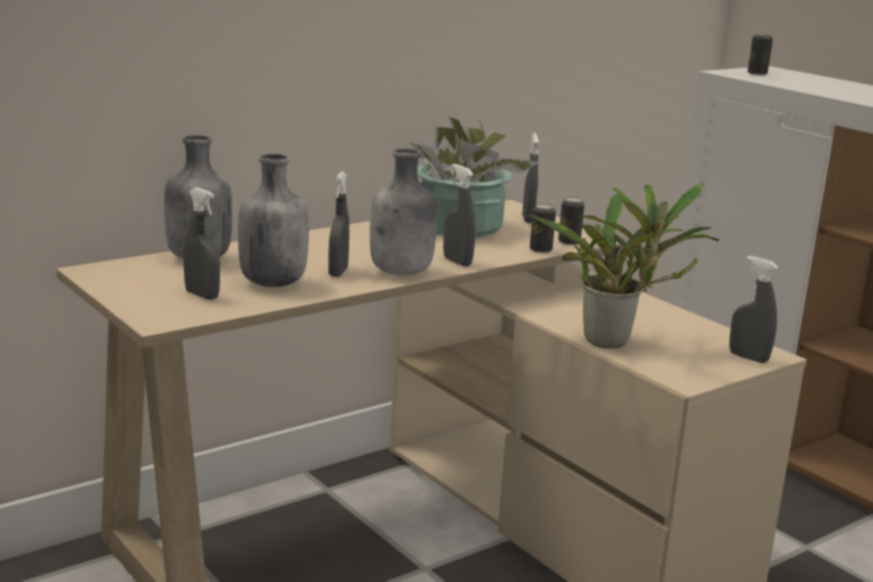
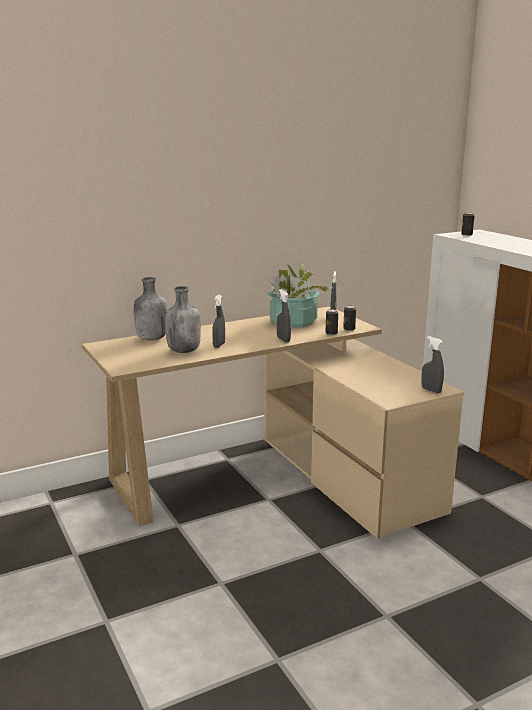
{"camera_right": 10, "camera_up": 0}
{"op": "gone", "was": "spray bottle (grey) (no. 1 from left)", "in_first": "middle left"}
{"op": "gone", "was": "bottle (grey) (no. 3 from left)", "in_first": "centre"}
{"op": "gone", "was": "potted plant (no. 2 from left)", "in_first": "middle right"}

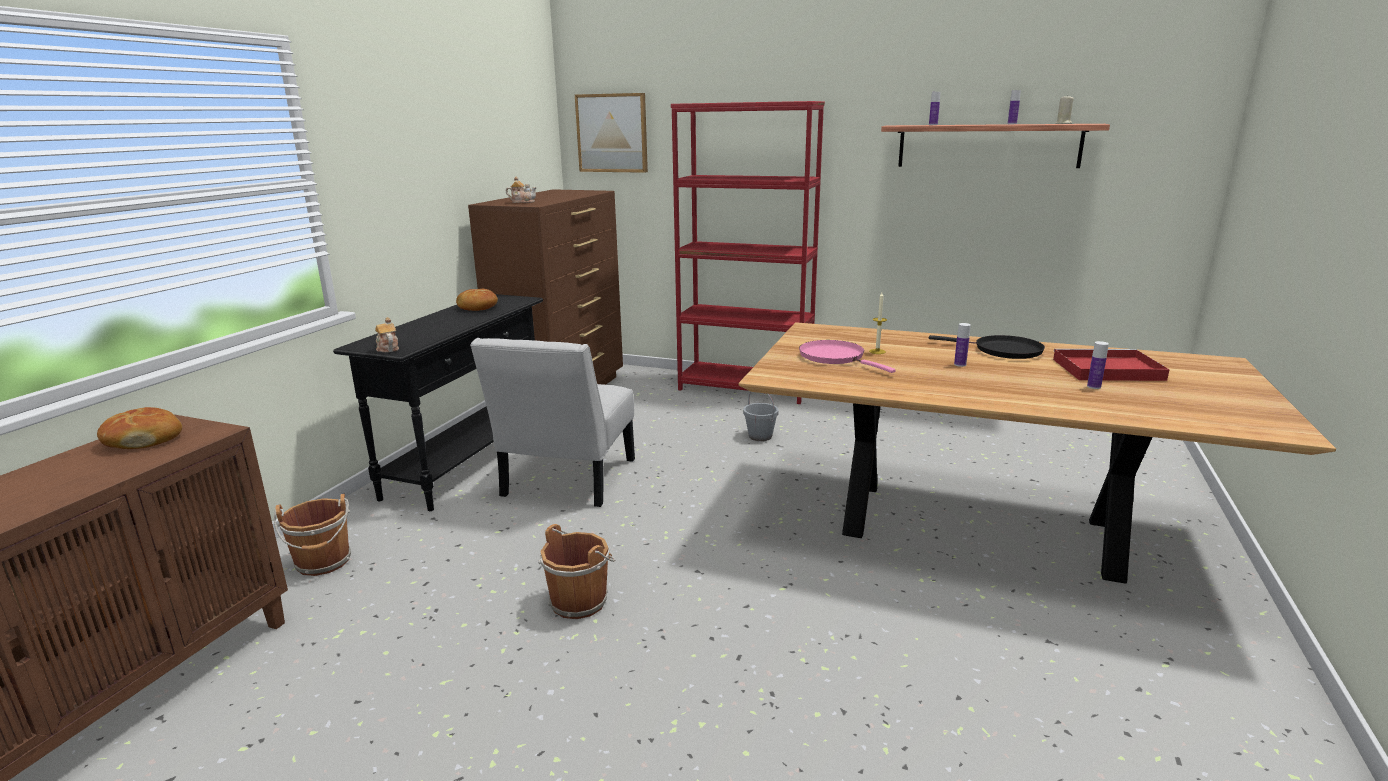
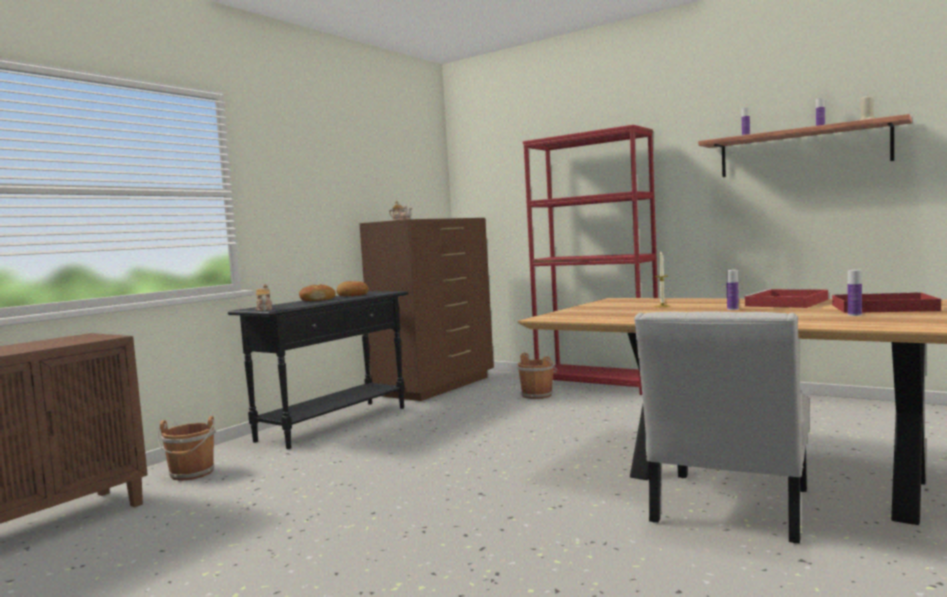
{"camera_right": 15, "camera_up": -15}
{"op": "shifted", "was": "bread (no. 1 from left)", "in_first": "middle left", "in_second": "centre"}
{"op": "shifted", "was": "chair (white)", "in_first": "centre", "in_second": "bottom right"}
{"op": "shifted", "was": "bucket (brown) (no. 2 from left)", "in_first": "bottom centre", "in_second": "centre"}
{"op": "gone", "was": "picture", "in_first": "top centre"}
{"op": "gone", "was": "bucket (grey)", "in_first": "centre"}
{"op": "gone", "was": "frying pan (pink)", "in_first": "centre"}
{"op": "swapped", "was": "frying pan (black)", "now": "tray (red) (no. 1 from left)", "in_first": "middle right", "in_second": "middle right"}

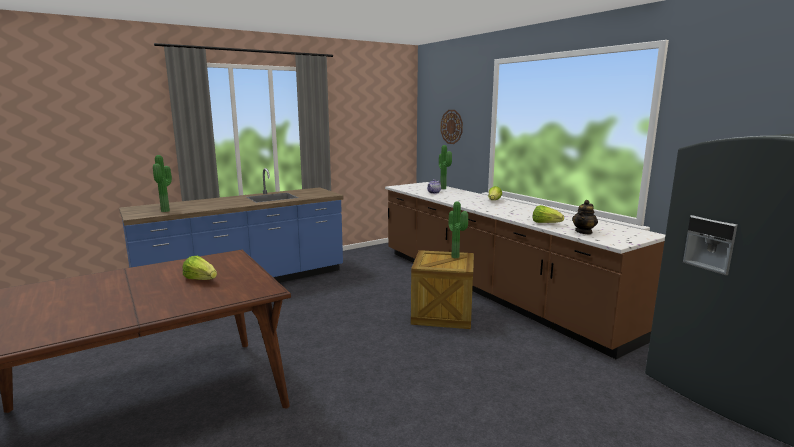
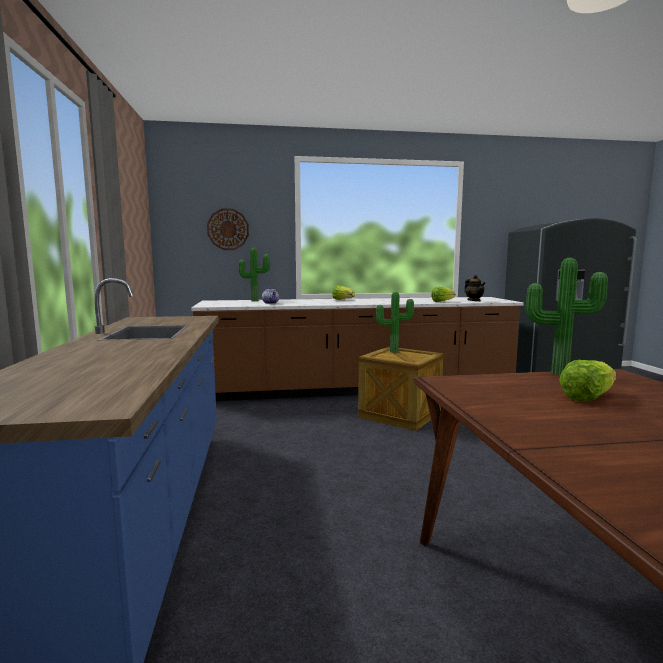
{"camera_right": -65, "camera_up": -5}
{"op": "shifted", "was": "potted plant (no. 1 from left in the first image)", "now": "potted plant (no. 3 from left)", "in_first": "middle left", "in_second": "middle right"}

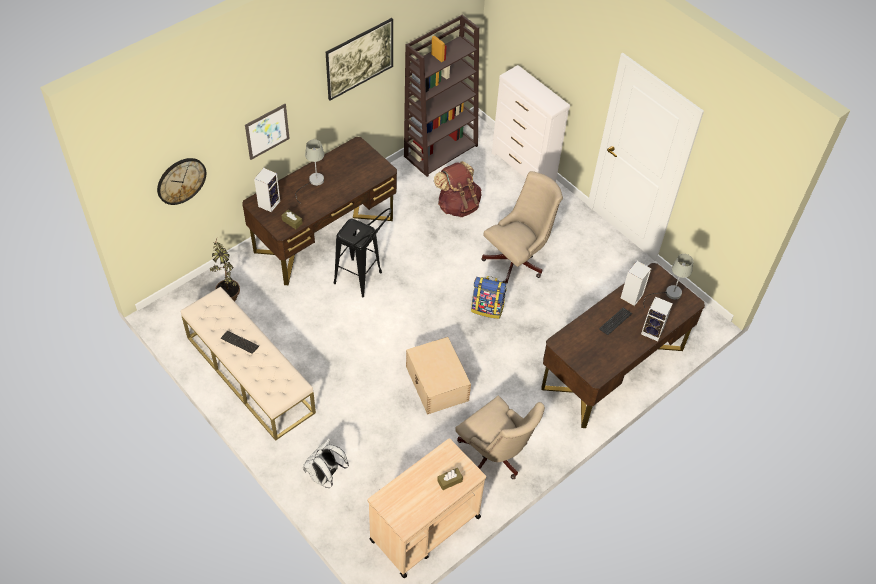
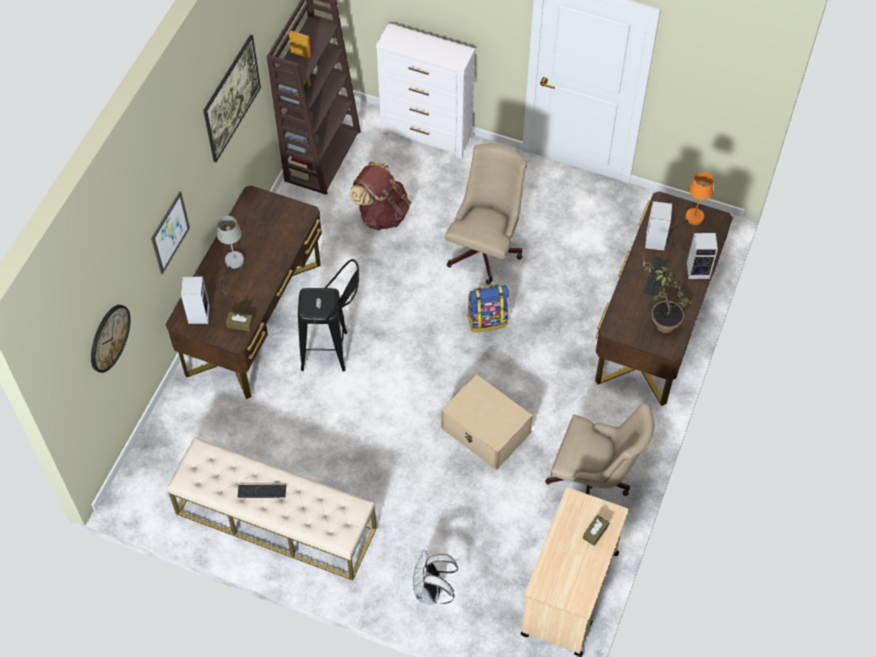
{"camera_right": -25, "camera_up": 5}
{"op": "shifted", "was": "potted plant", "in_first": "middle left", "in_second": "middle right"}
{"op": "repainted", "was": "table lamp (grey) (no. 2 from left)", "now": "table lamp (orange)", "in_first": "middle right", "in_second": "top right"}

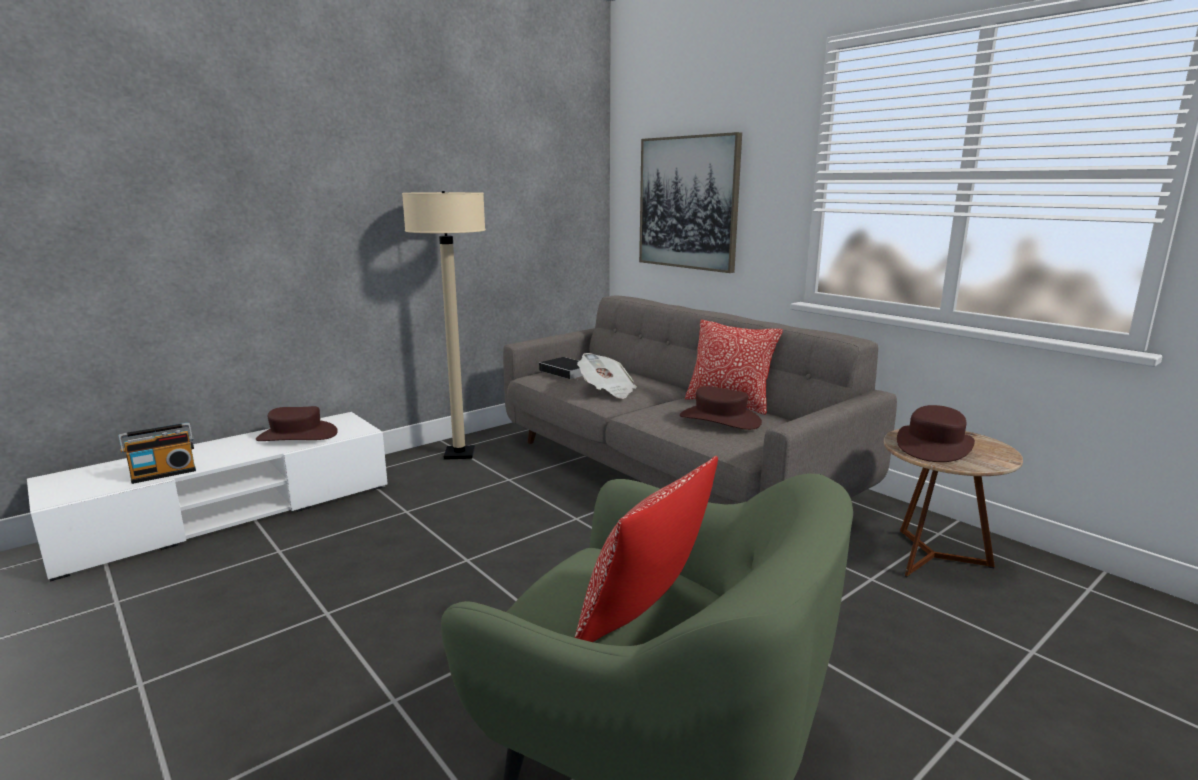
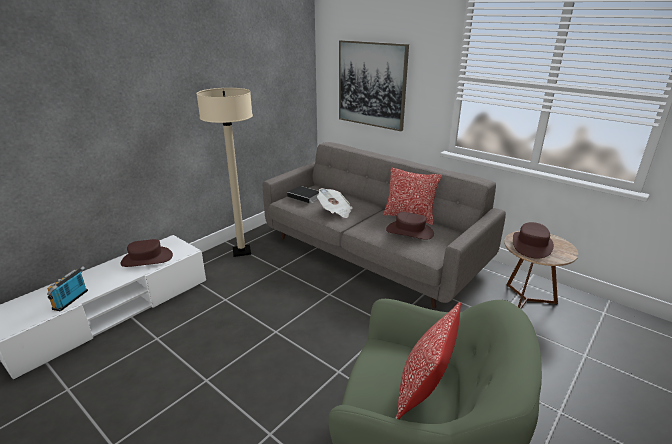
{"camera_right": -10, "camera_up": 10}
{"op": "rotated", "was": "radio", "in_first": "middle left", "in_second": "middle left", "clockwise": 150}

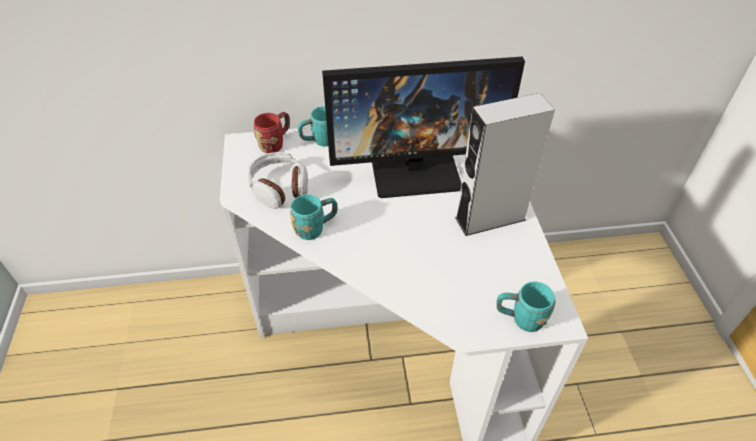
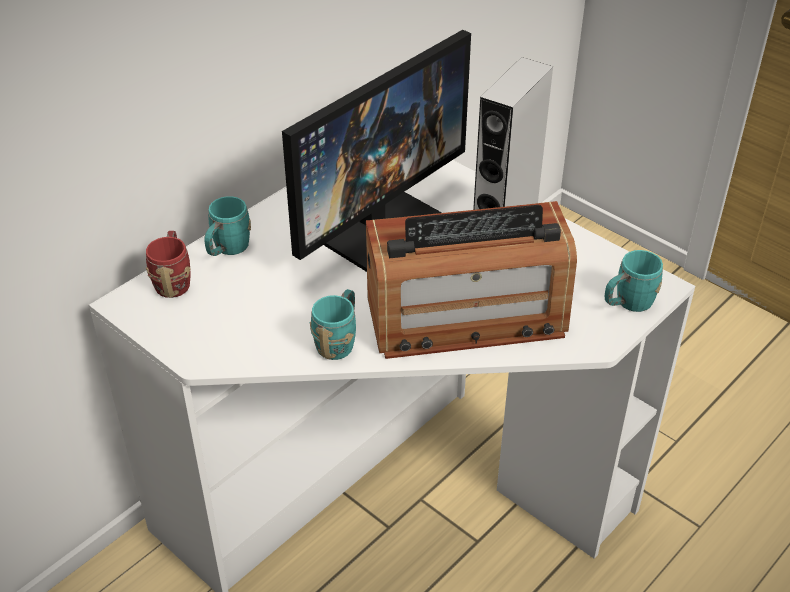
{"camera_right": -40, "camera_up": -5}
{"op": "gone", "was": "headphones", "in_first": "centre"}
{"op": "new", "now": "radio", "in_second": "centre"}

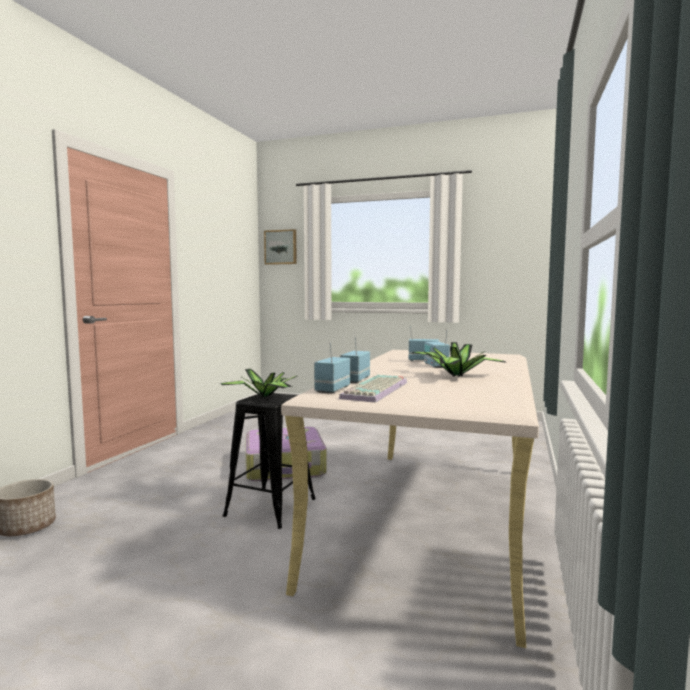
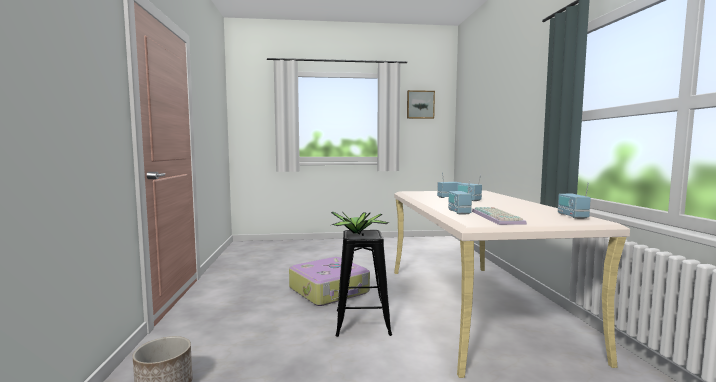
{"camera_right": -25, "camera_up": 0}
{"op": "shifted", "was": "picture", "in_first": "centre", "in_second": "top centre"}
{"op": "shifted", "was": "radio (no. 1 from left in the first image)", "now": "radio (no. 4 from left)", "in_first": "centre", "in_second": "middle right"}
{"op": "gone", "was": "potted plant (no. 2 from left)", "in_first": "centre"}

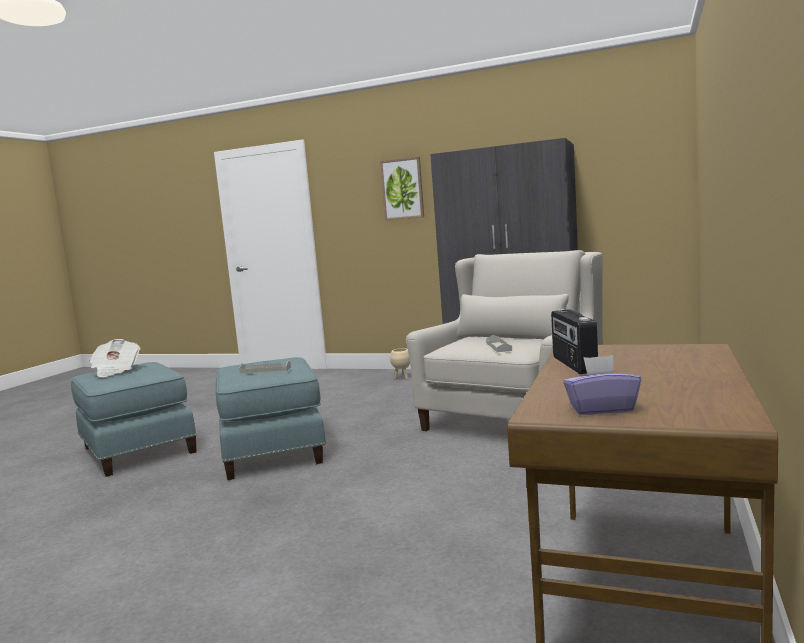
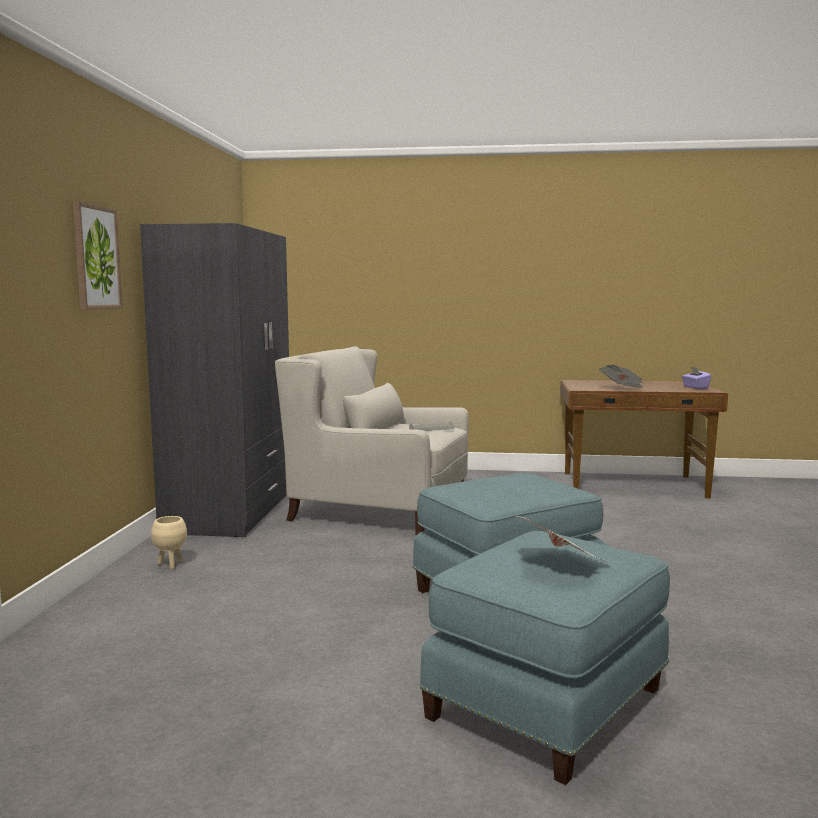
{"camera_right": -105, "camera_up": 0}
{"op": "gone", "was": "tray (grey) (no. 1 from left)", "in_first": "middle left"}
{"op": "swapped", "was": "radio", "now": "newspaper (no. 2 from left)", "in_first": "middle right", "in_second": "middle right"}

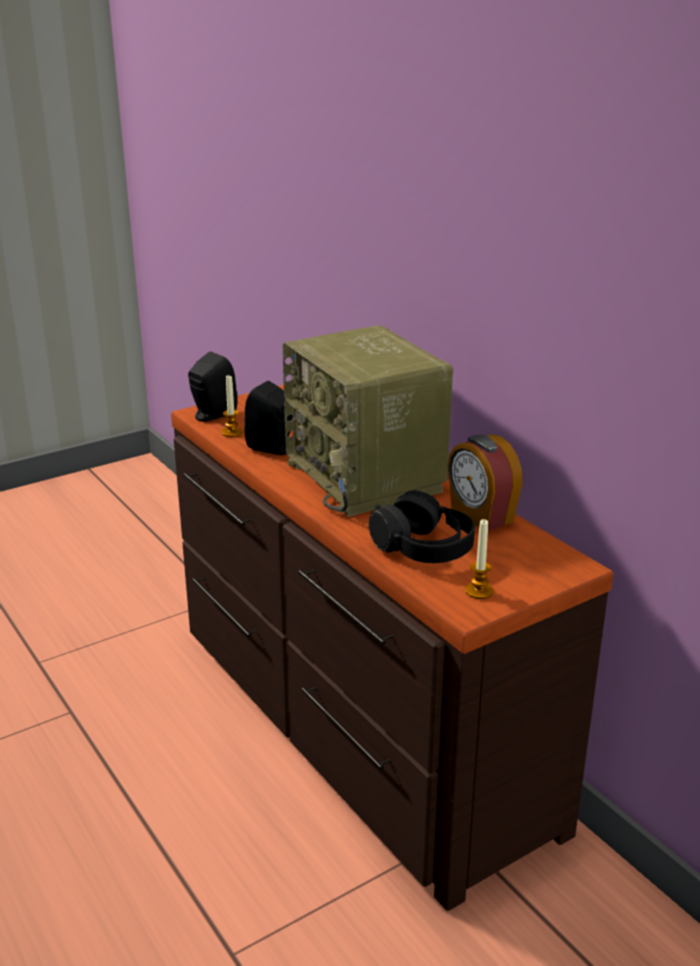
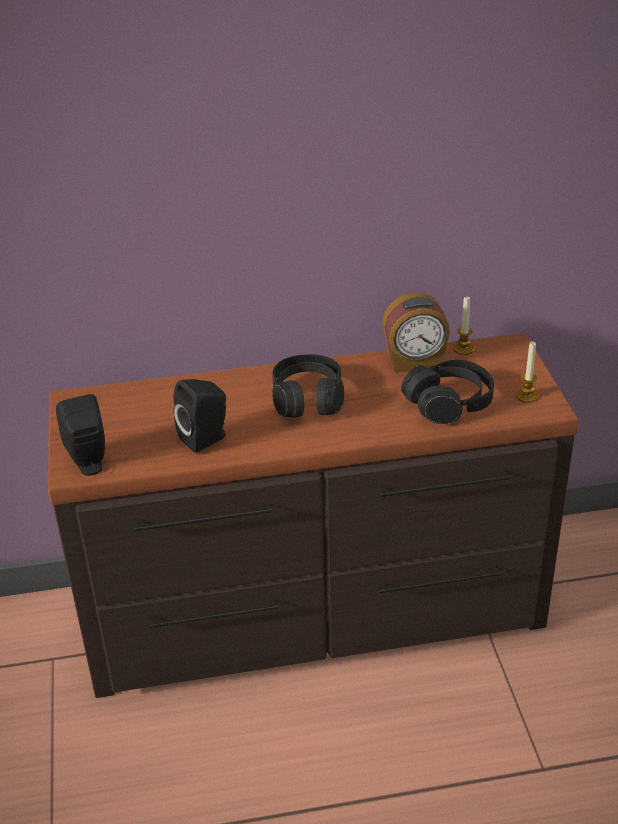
{"camera_right": -65, "camera_up": 10}
{"op": "shifted", "was": "candle (no. 1 from left)", "in_first": "middle left", "in_second": "middle right"}
{"op": "swapped", "was": "radio", "now": "headphones (black) (no. 1 from left)", "in_first": "centre", "in_second": "centre"}

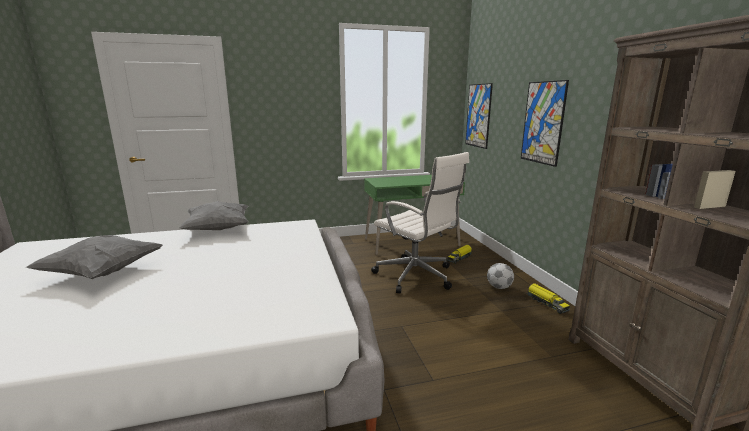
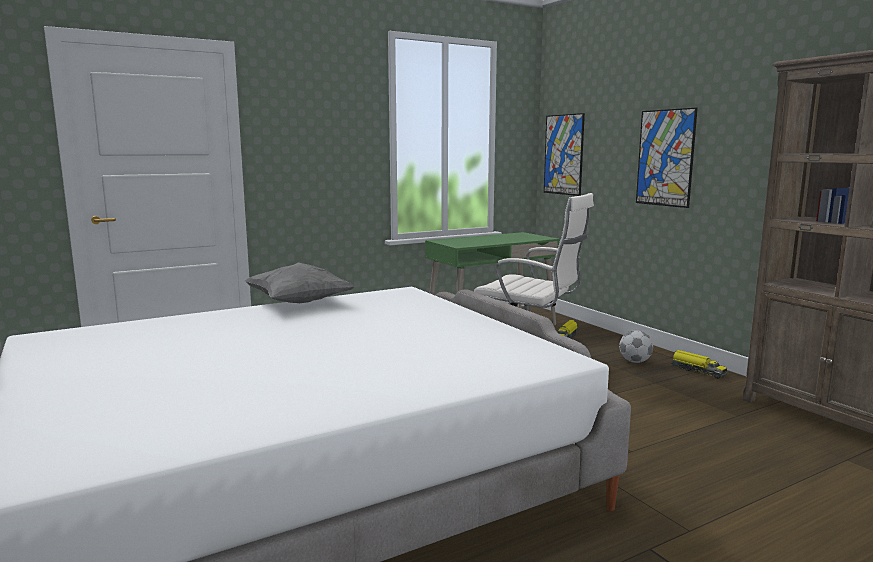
{"camera_right": -15, "camera_up": -5}
{"op": "gone", "was": "pillow (grey) (no. 1 from left)", "in_first": "middle left"}

